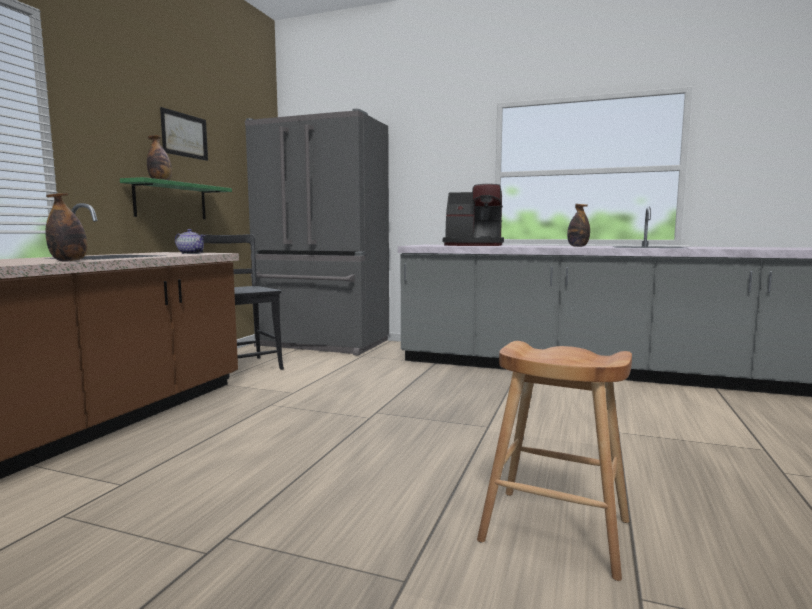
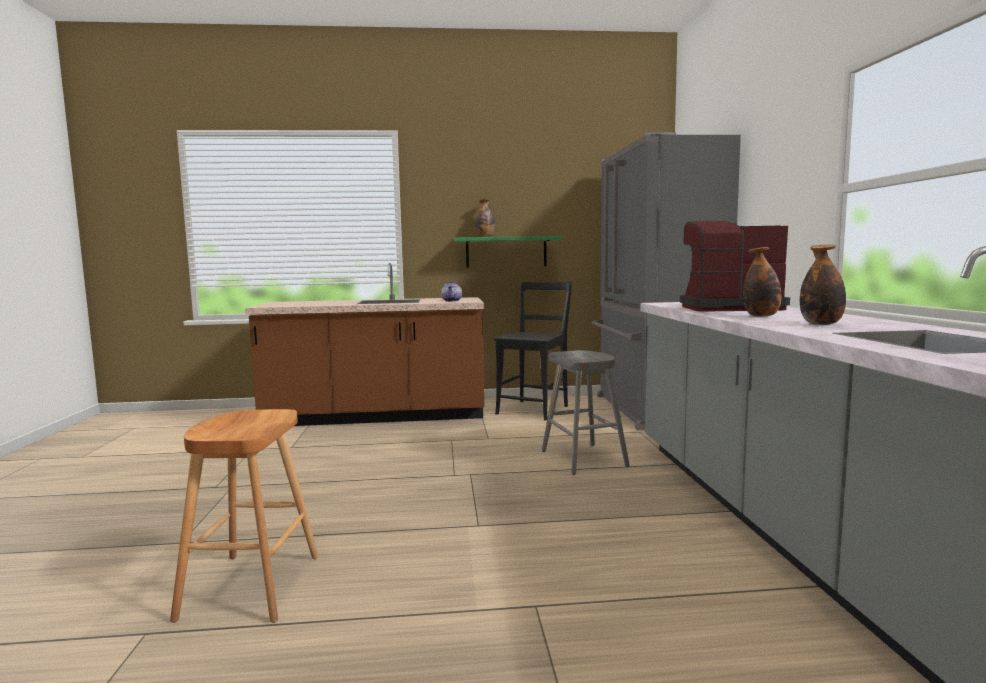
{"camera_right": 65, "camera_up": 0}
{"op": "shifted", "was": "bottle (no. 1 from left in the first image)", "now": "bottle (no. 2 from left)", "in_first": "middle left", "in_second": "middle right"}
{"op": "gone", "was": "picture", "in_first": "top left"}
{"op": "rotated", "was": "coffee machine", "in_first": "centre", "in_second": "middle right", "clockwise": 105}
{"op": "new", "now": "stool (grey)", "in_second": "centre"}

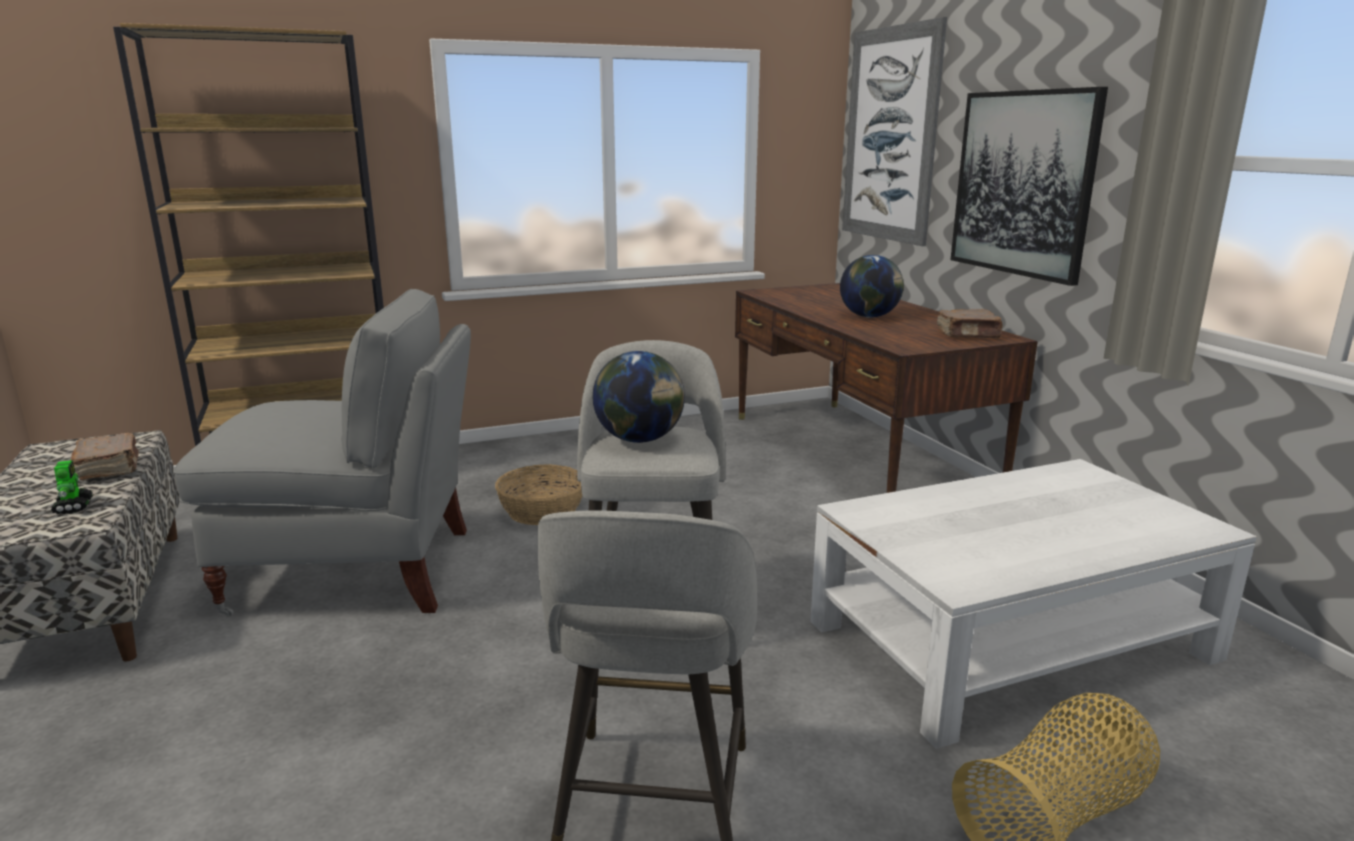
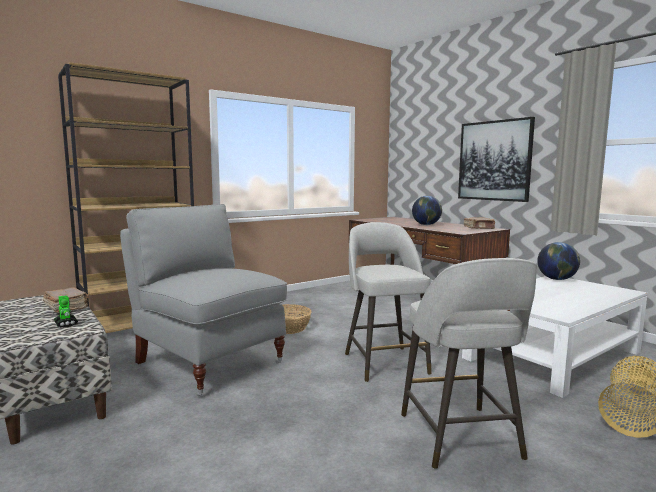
{"camera_right": -15, "camera_up": -10}
{"op": "rotated", "was": "chair (grey)", "in_first": "middle left", "in_second": "middle left", "clockwise": -120}
{"op": "shifted", "was": "globe (no. 1 from left in the first image)", "now": "globe (no. 2 from left)", "in_first": "centre", "in_second": "middle right"}
{"op": "gone", "was": "picture (no. 1 from left)", "in_first": "top centre"}

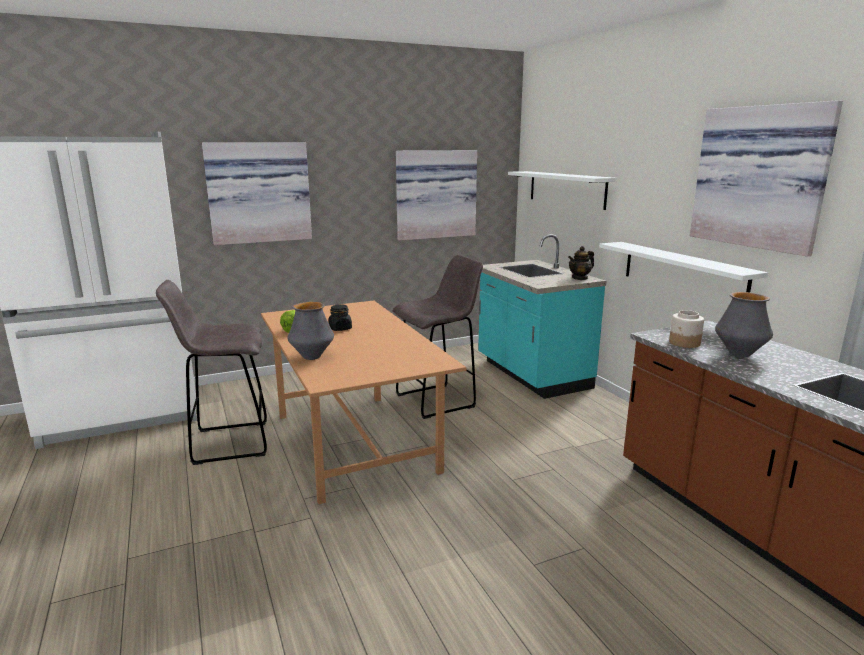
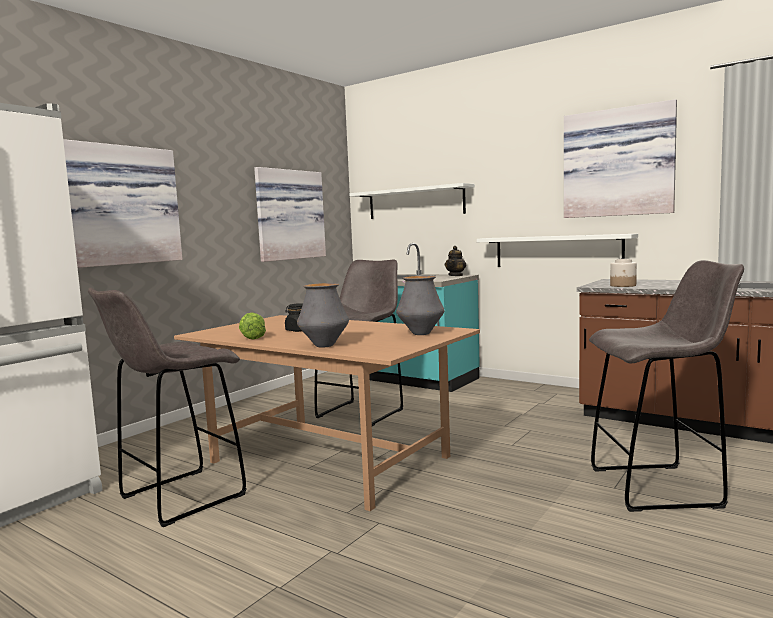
{"camera_right": -30, "camera_up": -10}
{"op": "shifted", "was": "vase (no. 2 from left)", "in_first": "middle right", "in_second": "centre"}
{"op": "new", "now": "stool (grey) (no. 3 from left)", "in_second": "middle right"}

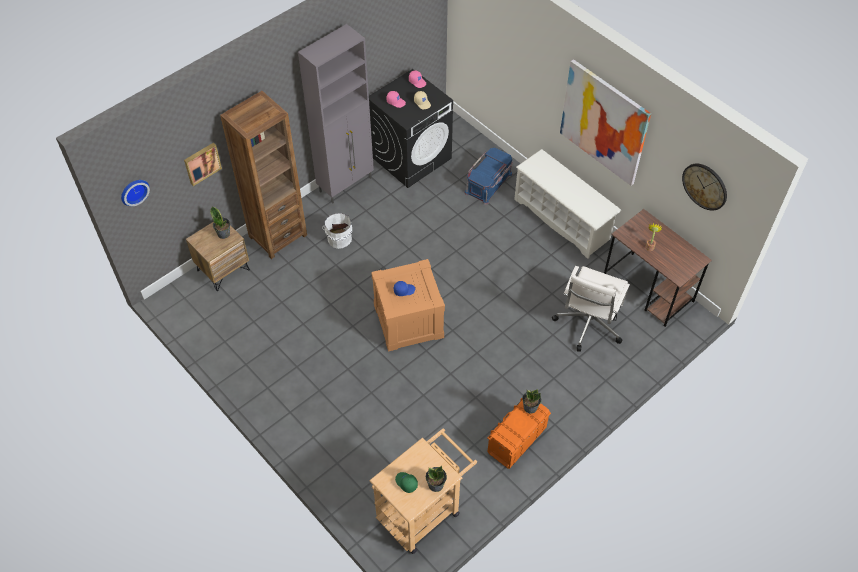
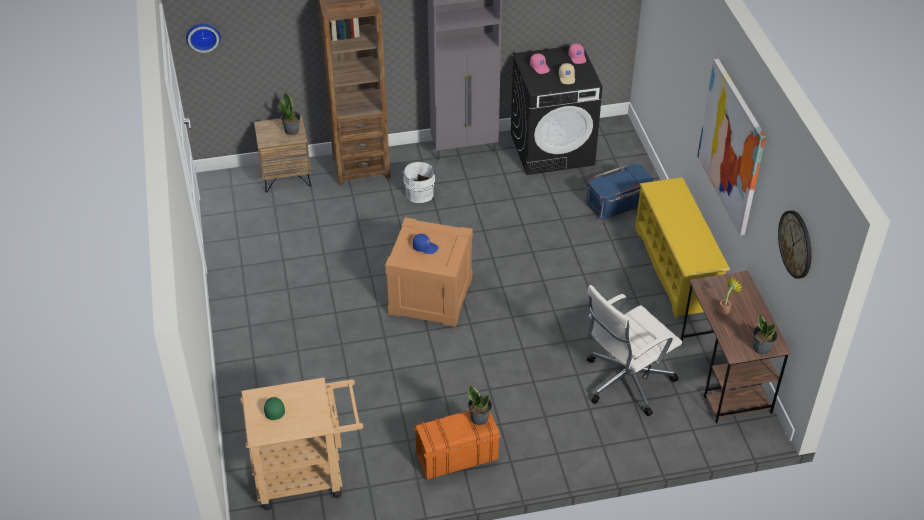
{"camera_right": 30, "camera_up": -10}
{"op": "gone", "was": "picture (no. 1 from left)", "in_first": "top left"}
{"op": "shifted", "was": "potted plant (no. 2 from left in the first image)", "now": "potted plant (no. 4 from left)", "in_first": "bottom centre", "in_second": "middle right"}
{"op": "repainted", "was": "shoe rack (white)", "now": "shoe rack (yellow)", "in_first": "centre", "in_second": "middle right"}

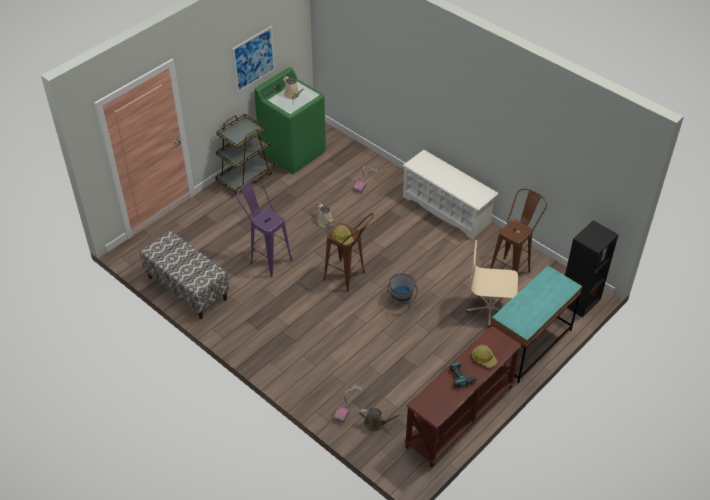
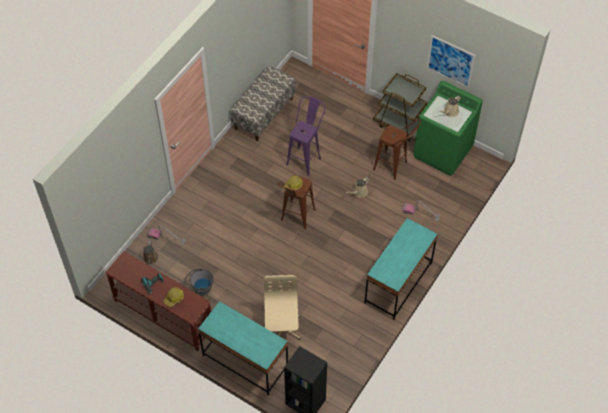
{"camera_right": 80, "camera_up": 10}
{"op": "shifted", "was": "bucket (grey)", "in_first": "centre", "in_second": "bottom left"}
{"op": "swapped", "was": "shoe rack (white)", "now": "desk (turquoise) (no. 2 from left)", "in_first": "centre", "in_second": "centre"}
{"op": "shifted", "was": "stool (brown) (no. 2 from left)", "in_first": "middle right", "in_second": "centre"}

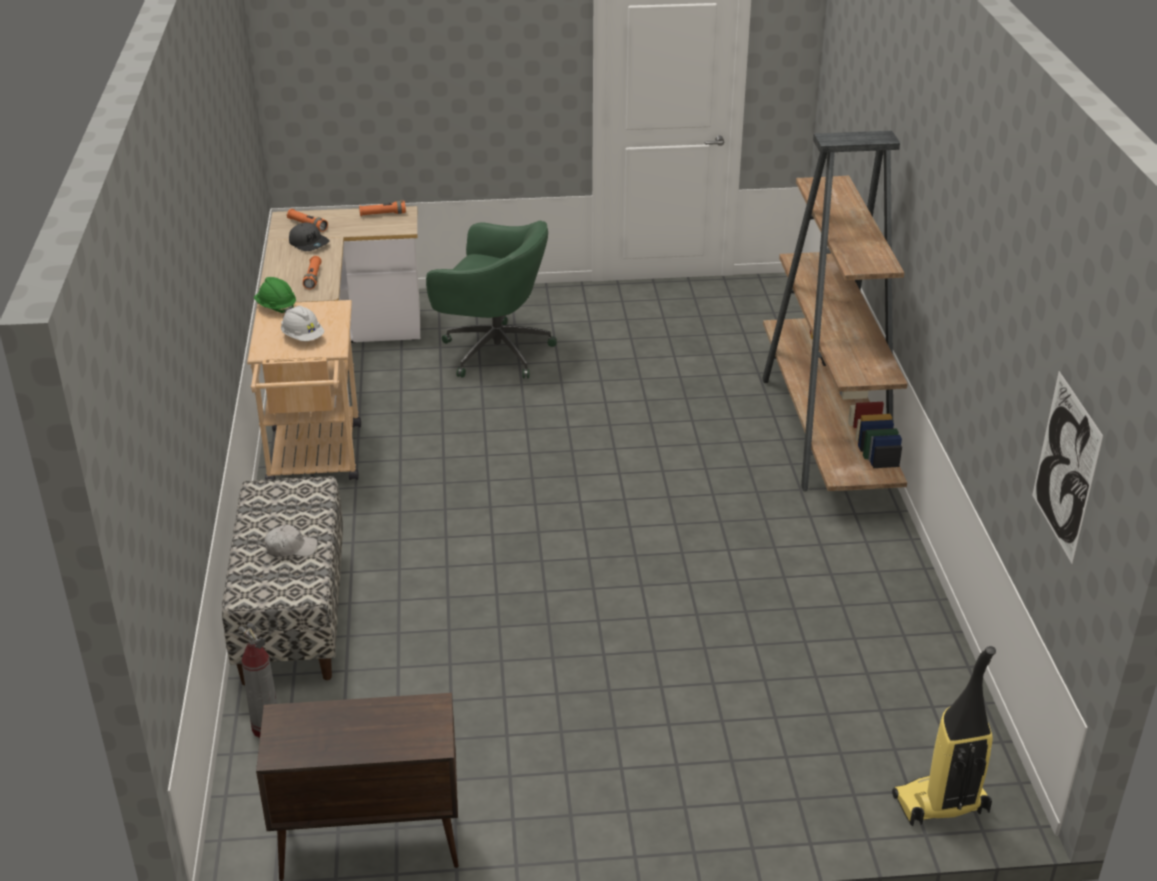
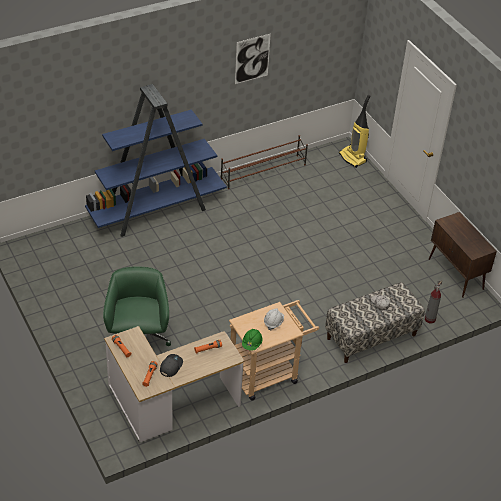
{"camera_right": -115, "camera_up": 10}
{"op": "repainted", "was": "bookcase (brown)", "now": "bookcase (blue)", "in_first": "middle right", "in_second": "top left"}
{"op": "shifted", "was": "picture", "in_first": "middle right", "in_second": "top centre"}
{"op": "new", "now": "shoe rack (brown)", "in_second": "top centre"}

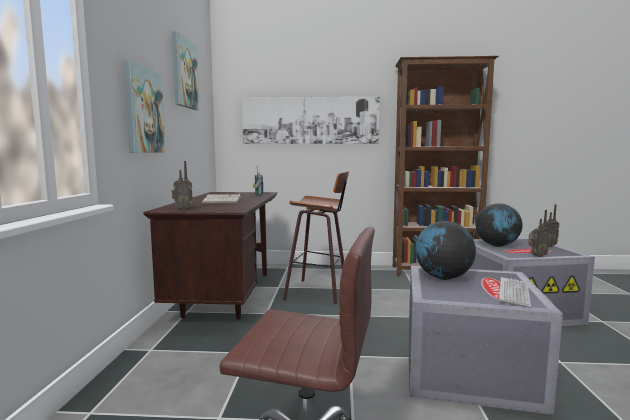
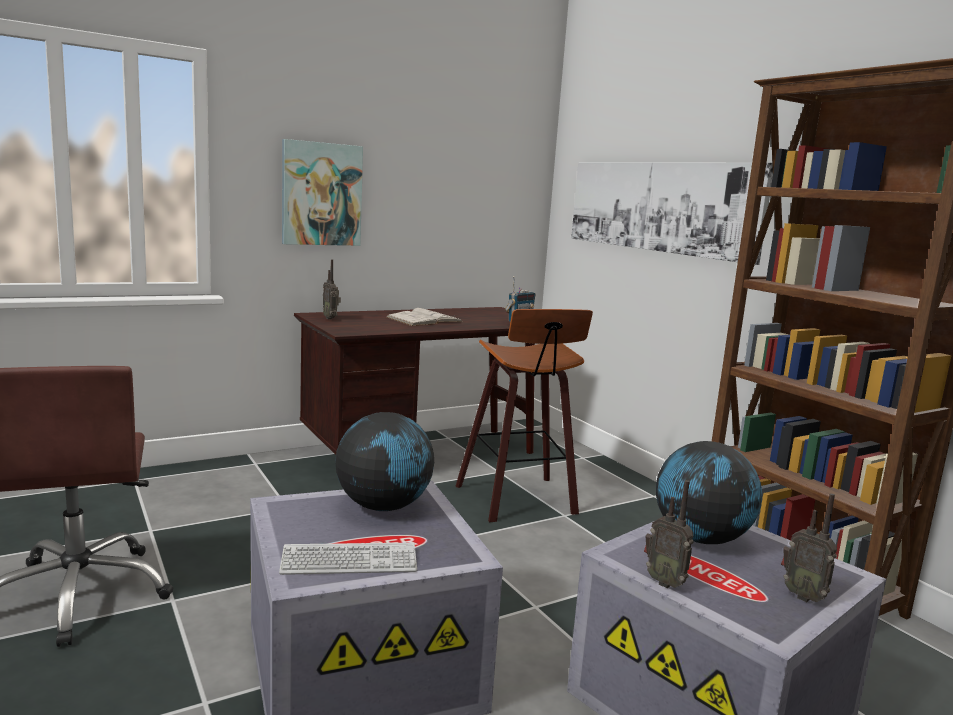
{"camera_right": 55, "camera_up": 5}
{"op": "gone", "was": "picture (no. 2 from left)", "in_first": "top left"}

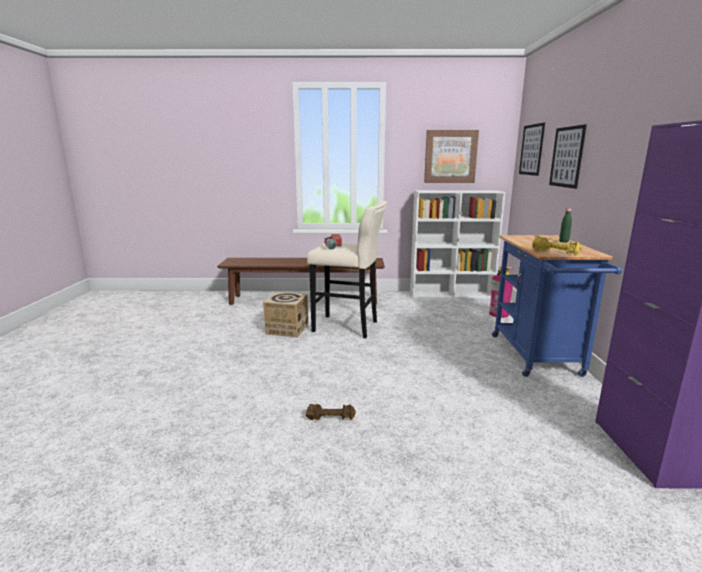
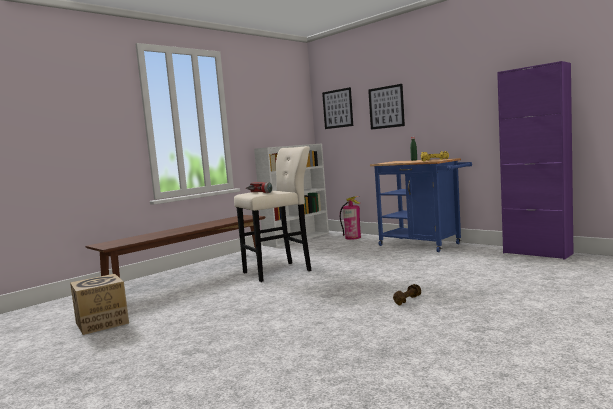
{"camera_right": -45, "camera_up": -10}
{"op": "shifted", "was": "cardboard box", "in_first": "centre", "in_second": "bottom left"}
{"op": "gone", "was": "picture (no. 1 from left)", "in_first": "top centre"}

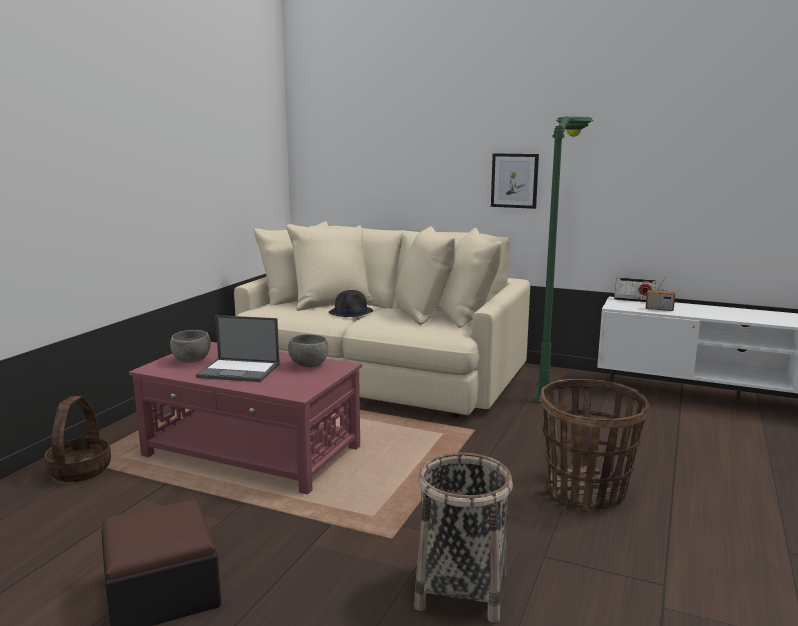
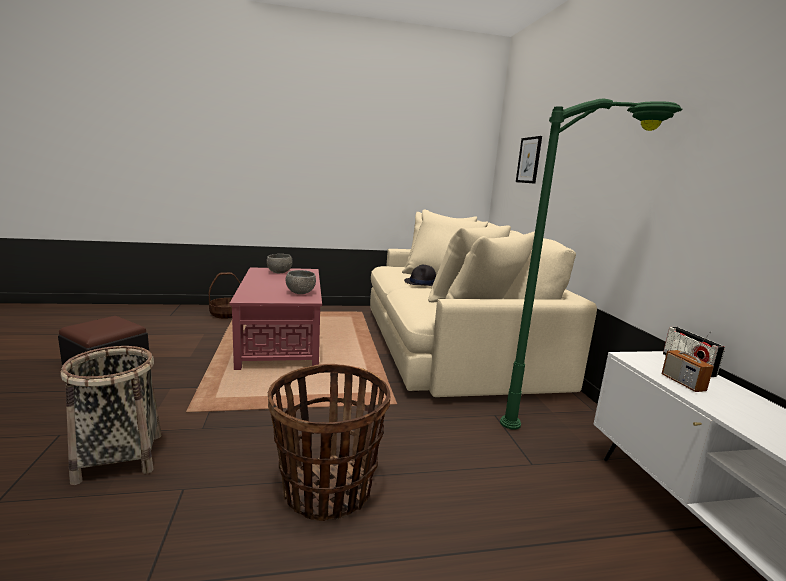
{"camera_right": 55, "camera_up": 0}
{"op": "gone", "was": "laptop", "in_first": "middle left"}
{"op": "shifted", "was": "picture", "in_first": "top centre", "in_second": "top right"}

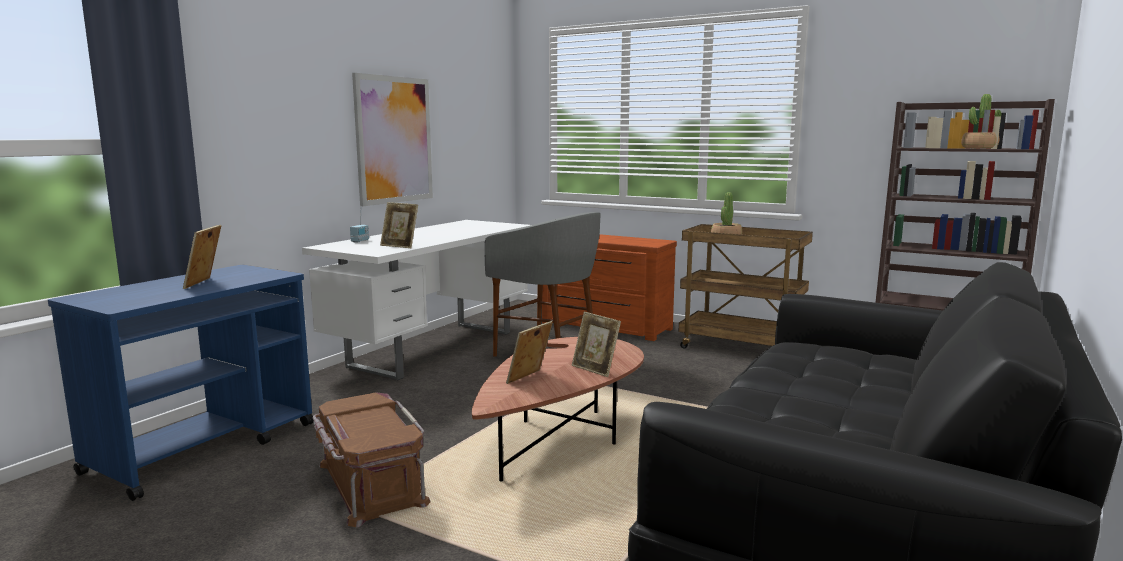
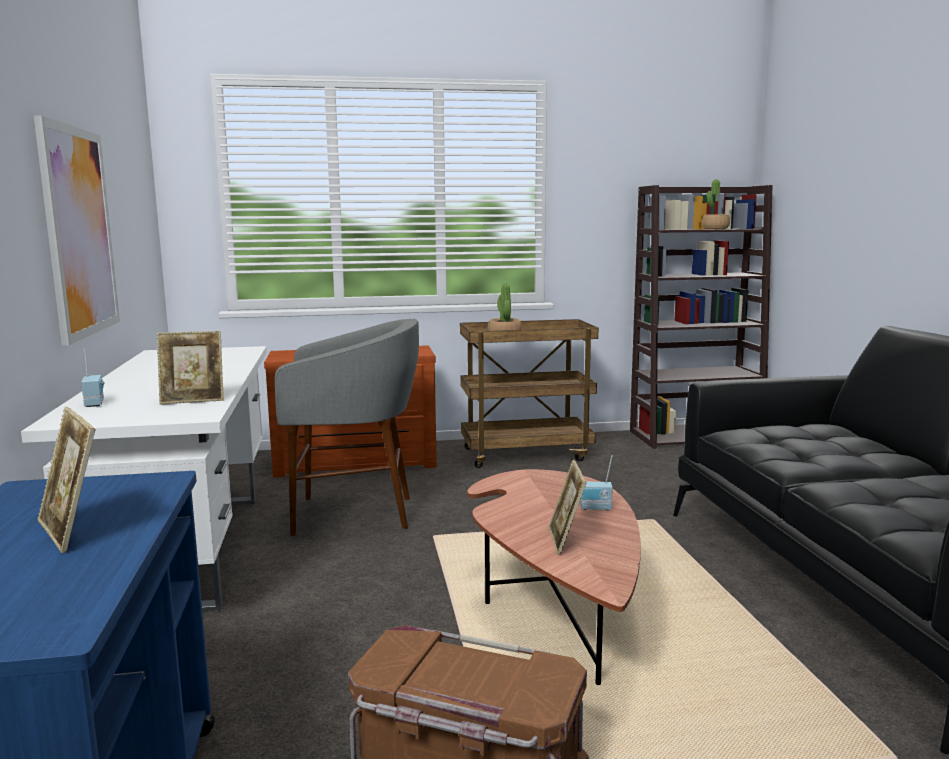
{"camera_right": -40, "camera_up": 0}
{"op": "swapped", "was": "picture frame (no. 4 from left)", "now": "radio (no. 2 from left)", "in_first": "centre", "in_second": "centre"}

